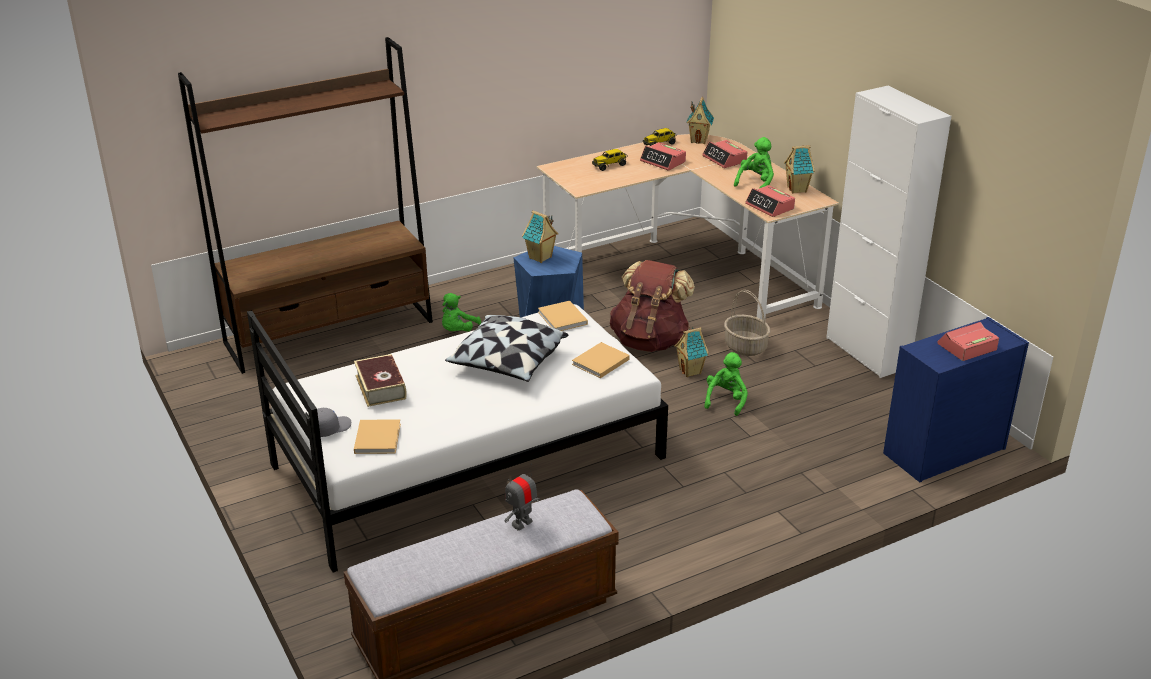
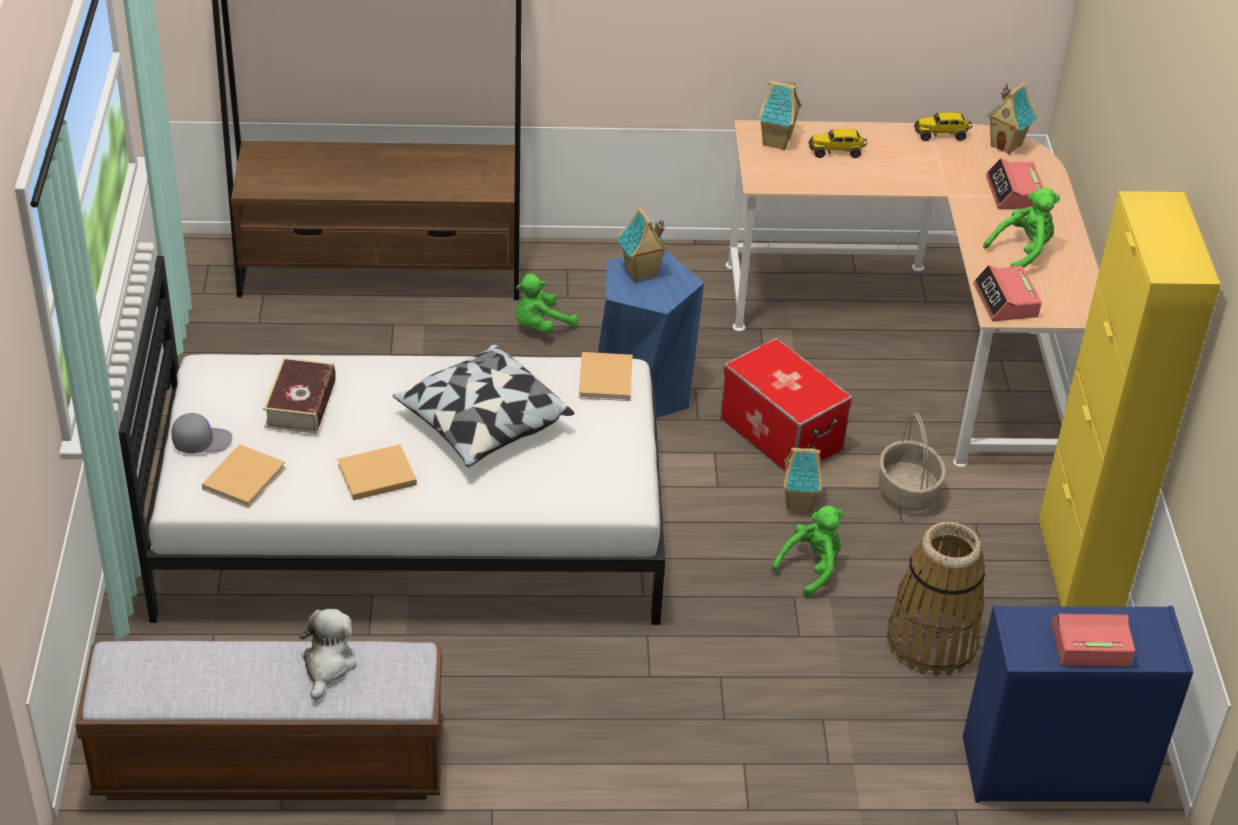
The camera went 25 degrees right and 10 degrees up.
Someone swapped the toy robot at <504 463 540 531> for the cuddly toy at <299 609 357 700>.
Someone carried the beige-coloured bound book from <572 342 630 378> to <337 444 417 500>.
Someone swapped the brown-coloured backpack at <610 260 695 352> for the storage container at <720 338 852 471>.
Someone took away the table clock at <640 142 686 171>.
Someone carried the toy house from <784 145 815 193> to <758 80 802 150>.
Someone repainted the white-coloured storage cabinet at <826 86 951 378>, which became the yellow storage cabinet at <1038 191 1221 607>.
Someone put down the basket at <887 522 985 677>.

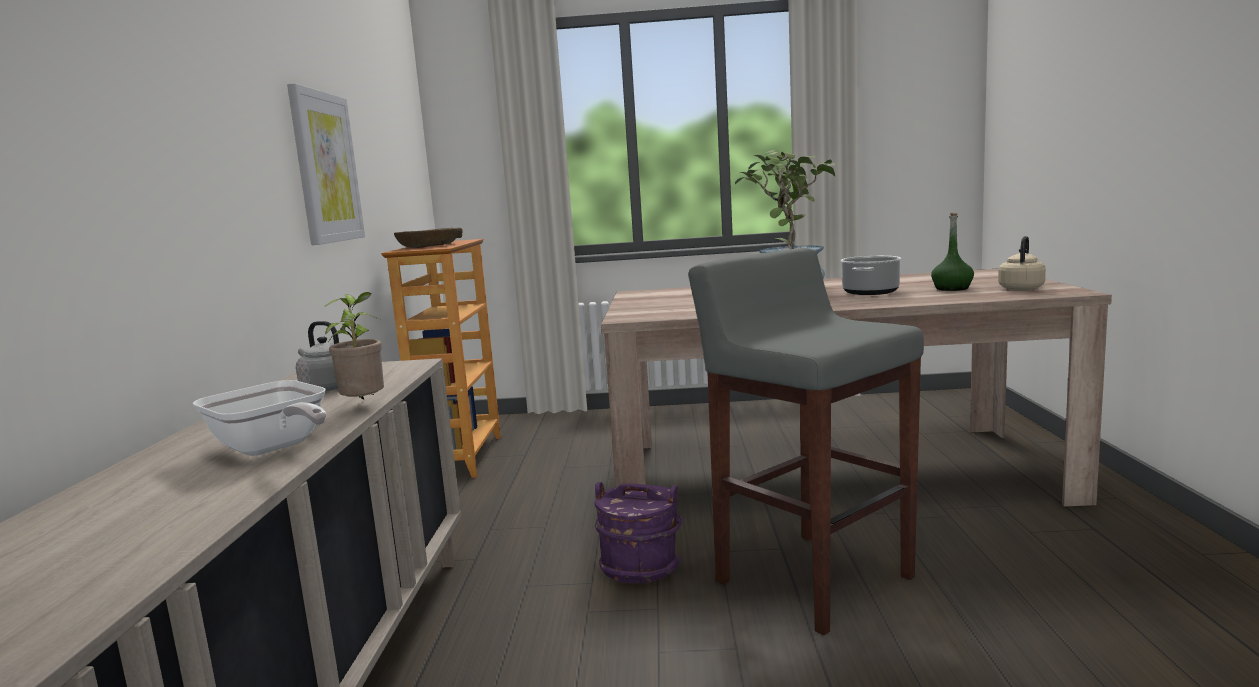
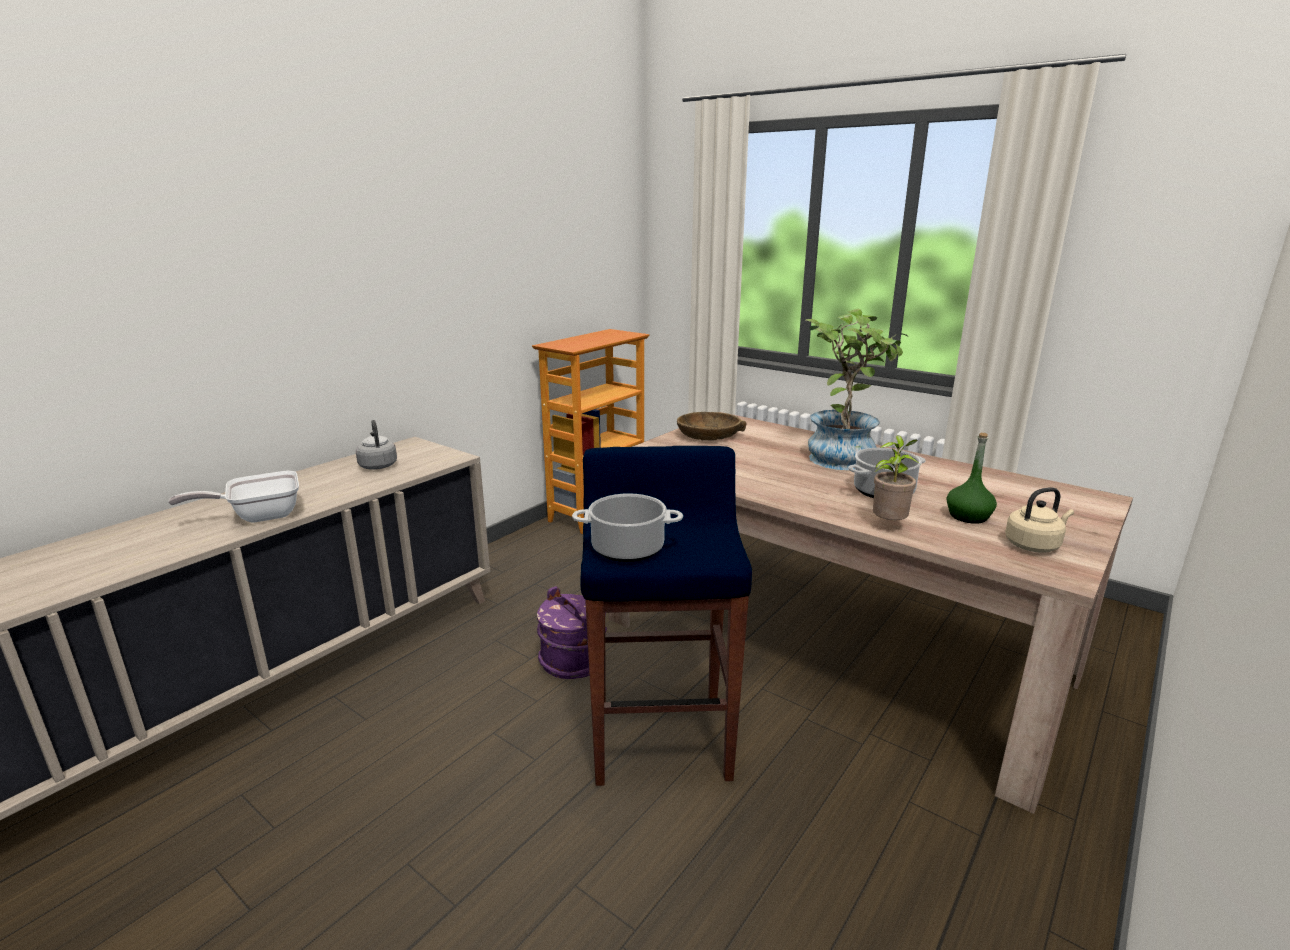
The camera went 35 degrees right and 10 degrees up.
Someone rotated the pan at <192 380 326 456> by 75 degrees clockwise.
Someone took away the wall picture at <287 83 365 245>.
Someone carried the houseplant from <325 292 384 401> to <873 435 920 520>.
Someone carried the brown-coloured bowl from <394 227 463 248> to <677 412 747 440>.
Someone repainted the greyish stool at <688 248 924 635>, which became the blue-coloured stool at <581 446 752 786>.
Someone put down the saucepot at <572 493 683 562>.

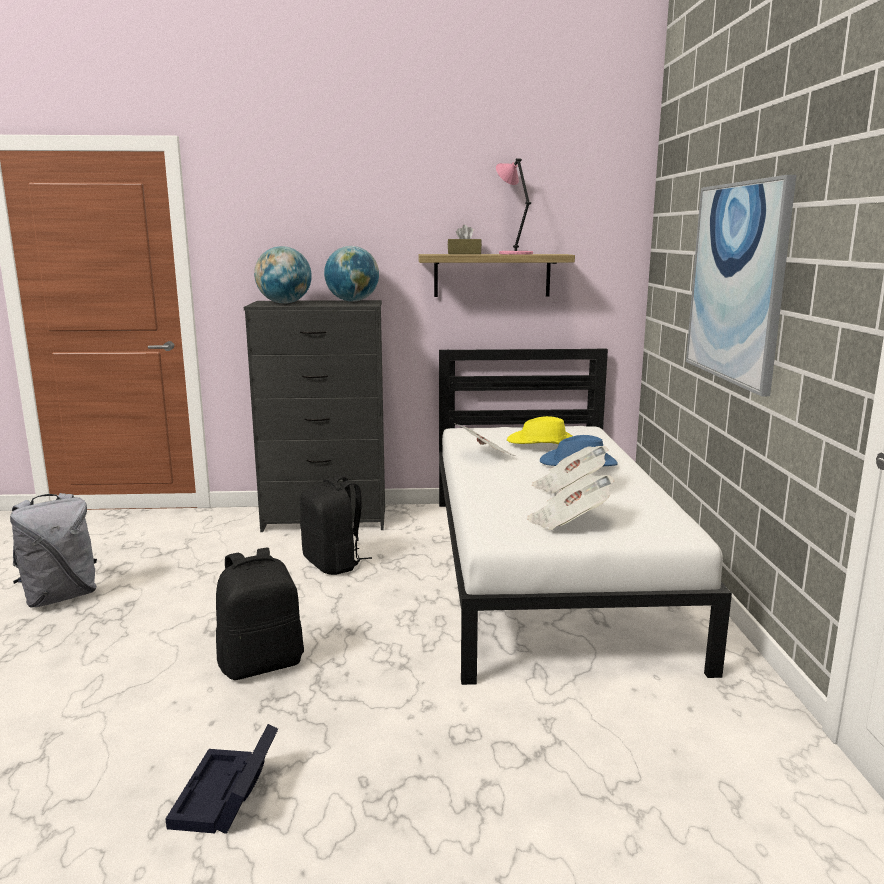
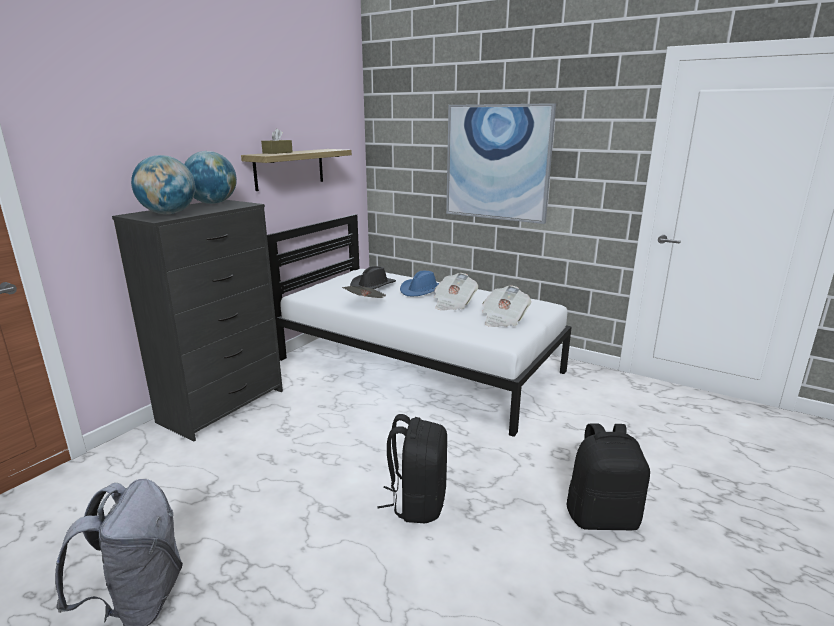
The camera went 55 degrees left and 5 degrees up.
Someone took away the blackish storage container at <166 724 278 834>.
Someone carried the blackish backpack from <300 475 372 575> to <567 423 650 530>.
Someone took away the pink-coloured lamp for a table at <496 158 533 255>.
Someone repainted the yellow hat at <507 416 572 444>, which became the blackish hat at <350 266 396 289>.

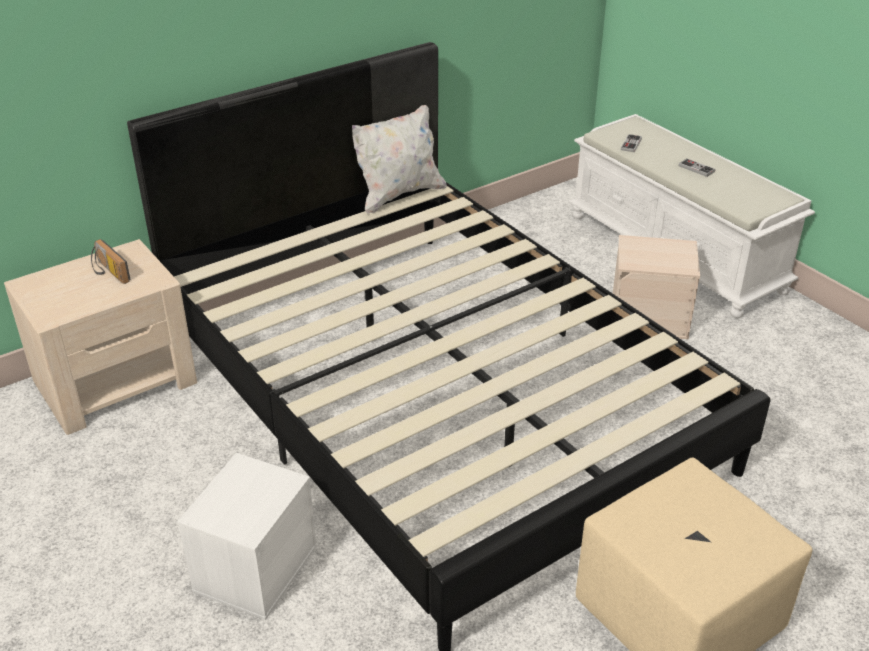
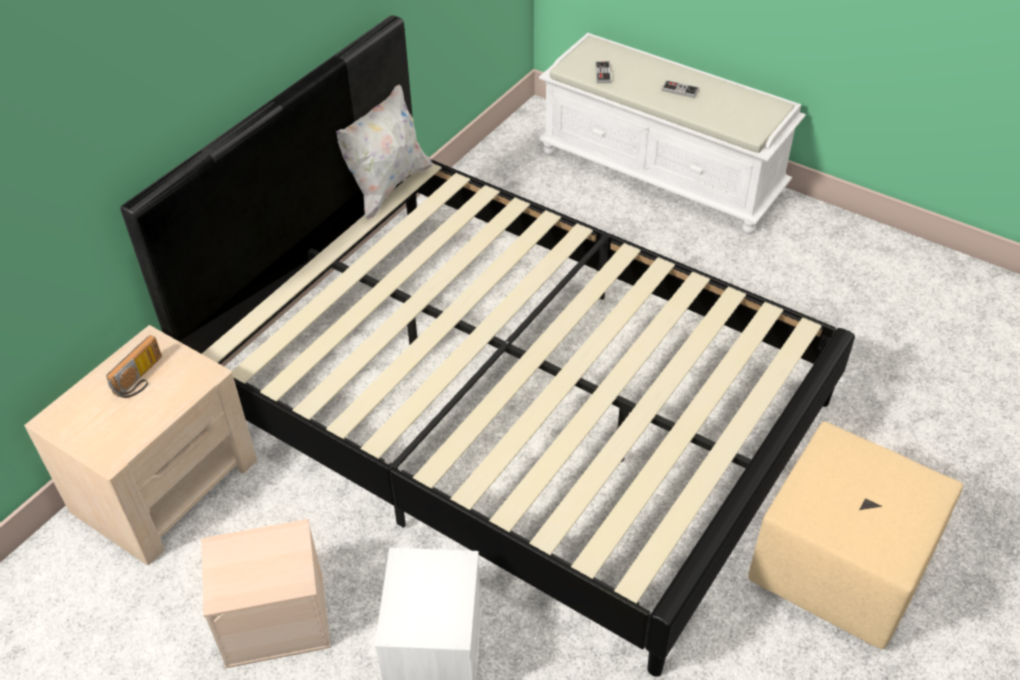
The camera went 20 degrees left and 10 degrees up.
Someone rotated the radio at <91 239 130 284> by 90 degrees counterclockwise.
Someone carried the beige-coloured storage container from <613 235 700 339> to <201 519 331 668>.

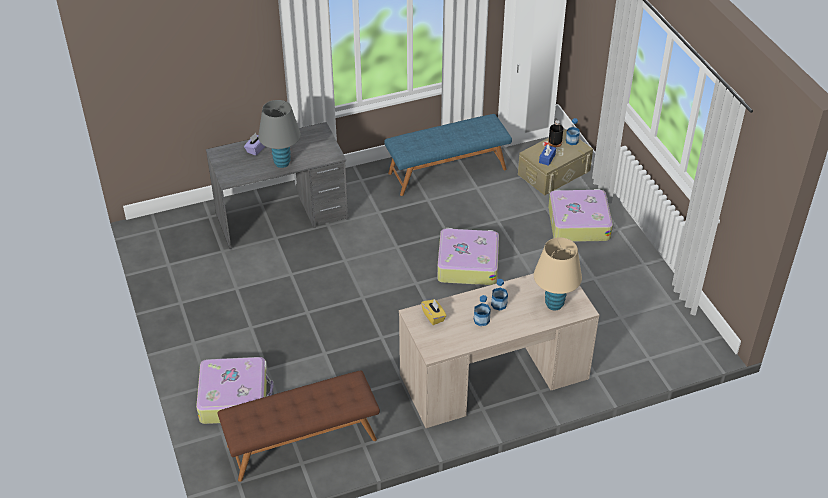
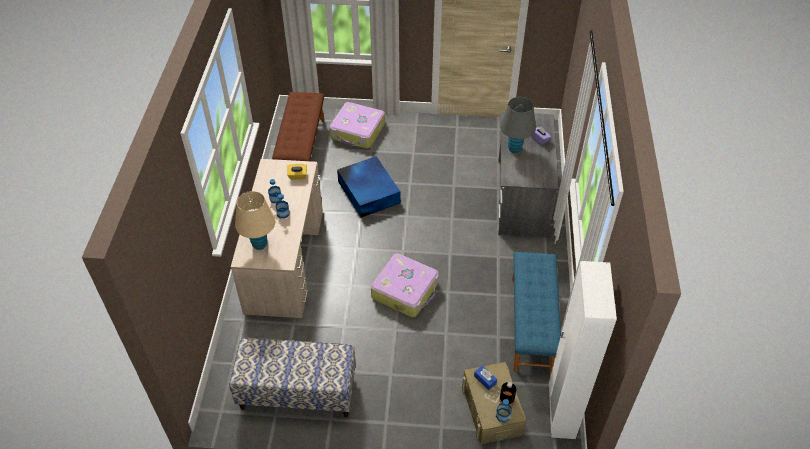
The camera went 115 degrees right and 5 degrees up.
Someone took away the suitcase at <548 189 613 242>.
Someone put down the bench at <229 338 356 417>.
Someone put down the blue-coloured storage container at <337 156 401 218>.

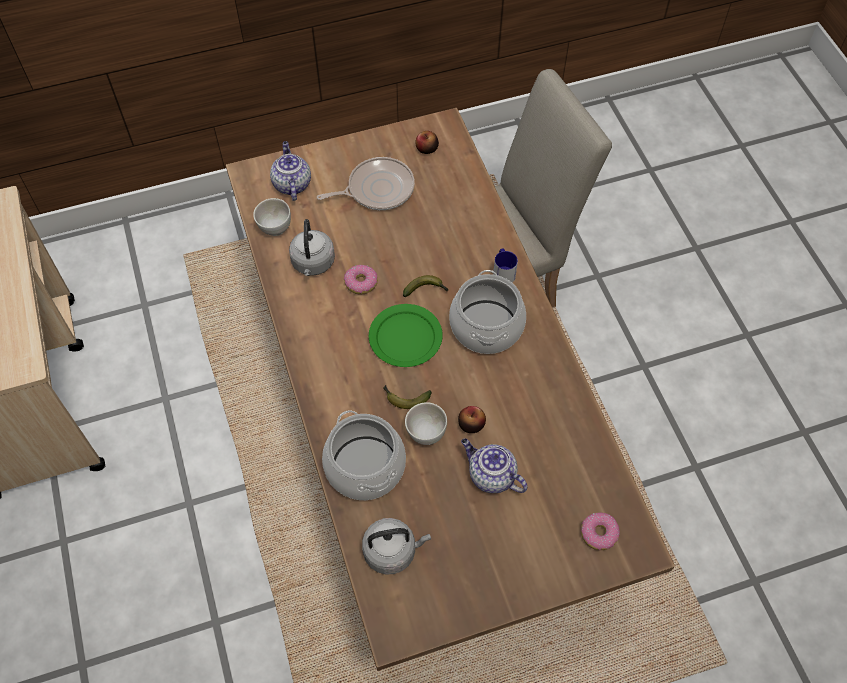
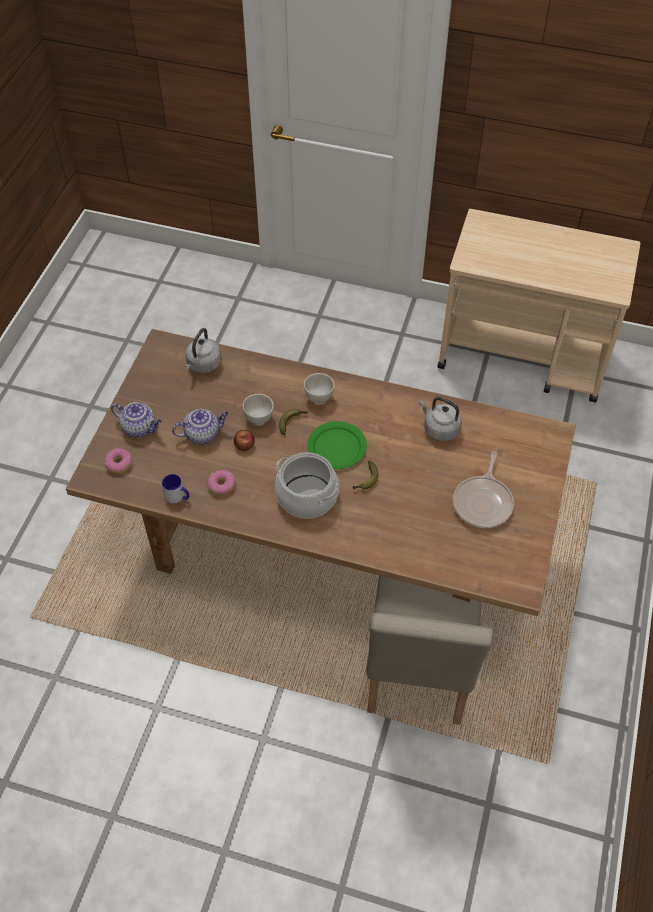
The camera went 125 degrees right and 5 degrees down.
Someone carried the white-coloured bowl from <253 198 291 236> to <304 373 334 405>.
Someone carried the pot for tea from <270 141 311 201> to <111 402 162 438>.
Someone took away the saucepot at <322 410 406 500>.
Someone carried the doughnut from <344 265 378 294> to <207 470 236 495>.
Someone took away the apple fruit at <416 131 439 154>.
Someone carried the tea mug from <493 249 518 283> to <162 474 189 504>.

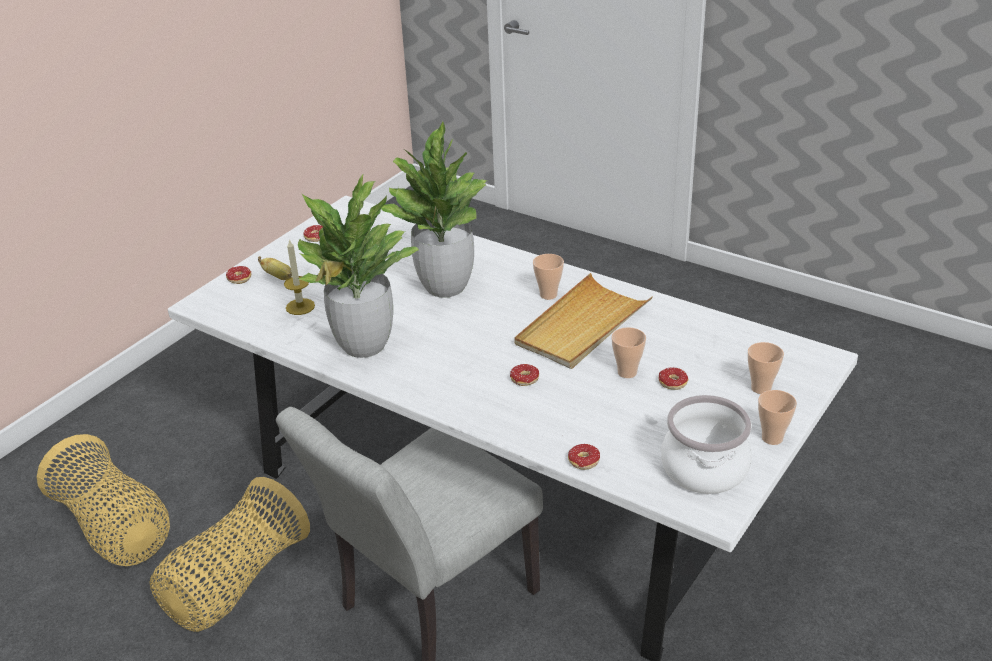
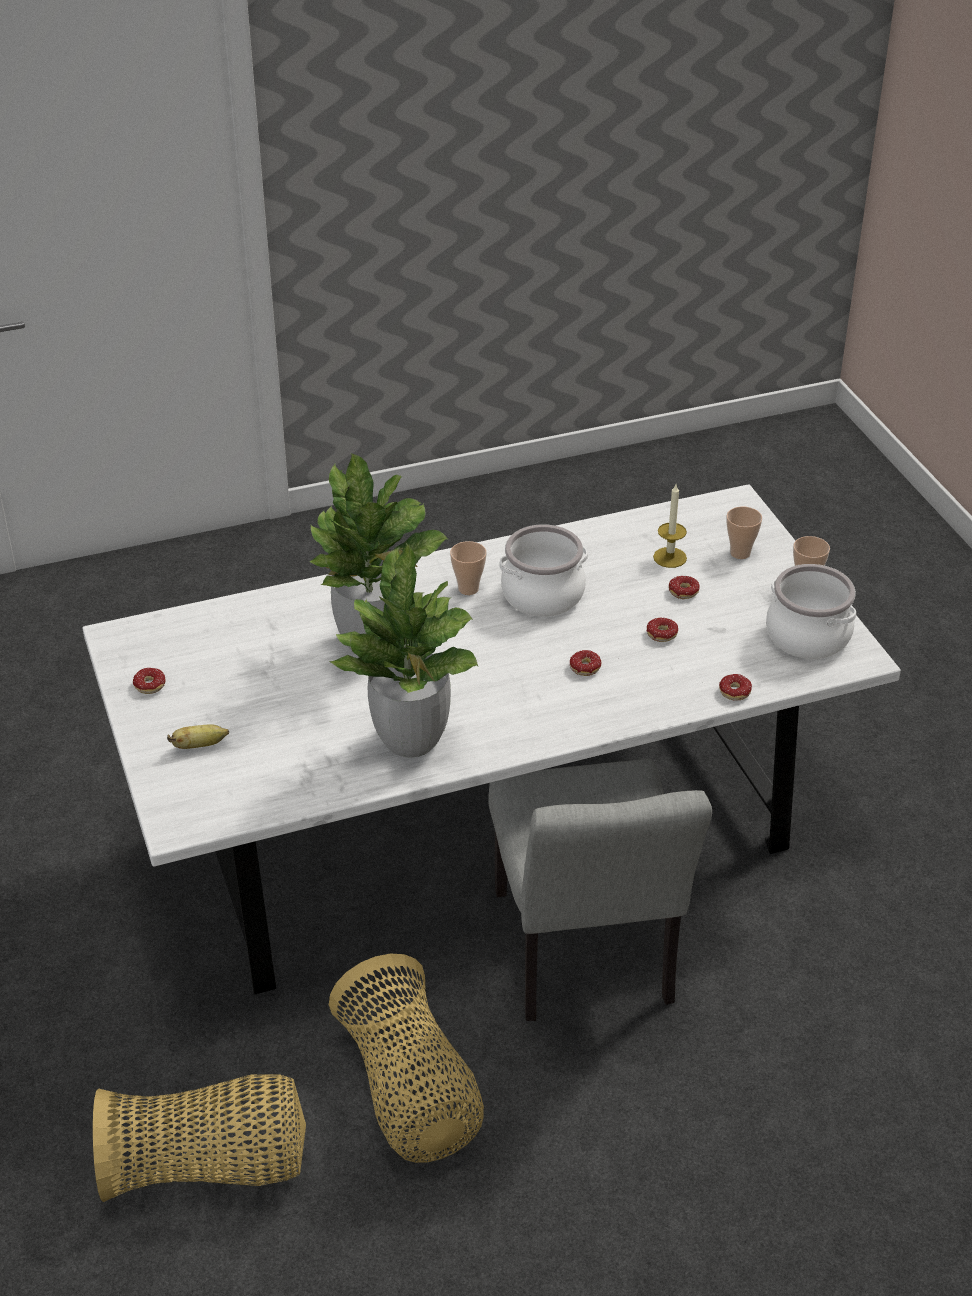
The camera went 55 degrees left and 5 degrees up.
Someone carried the doughnut from <225 266 251 284> to <647 618 678 642>.
Someone carried the wax light from <284 239 315 315> to <653 484 687 568>.
Someone swapped the beige-coloured carrying tray at <515 273 653 369> for the saucepot at <499 524 588 617>.
Someone took away the drinking cup at <611 327 646 378>.

